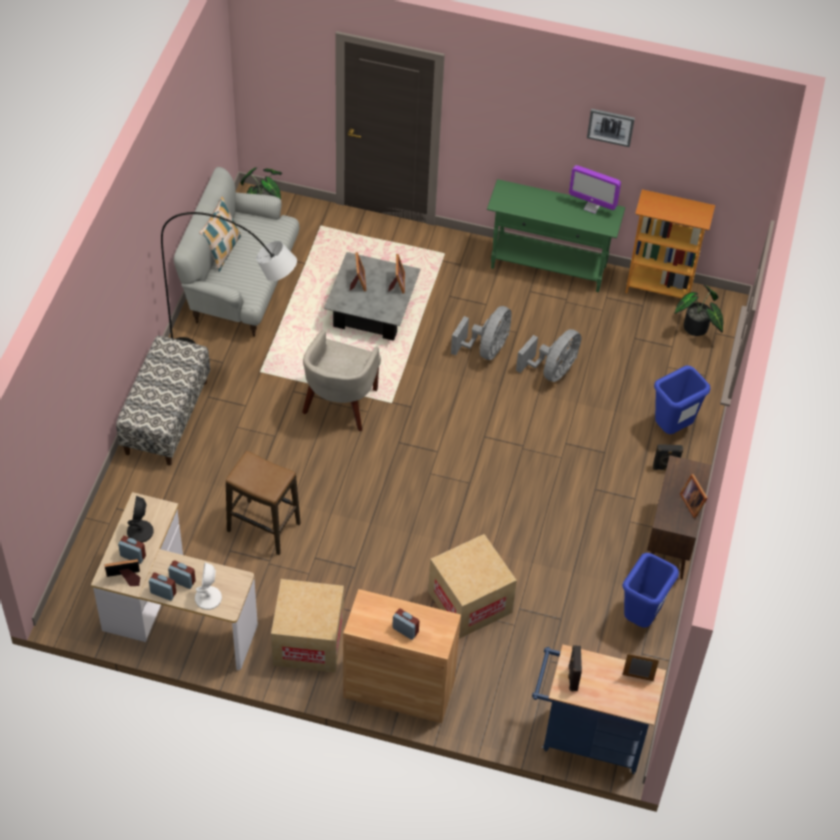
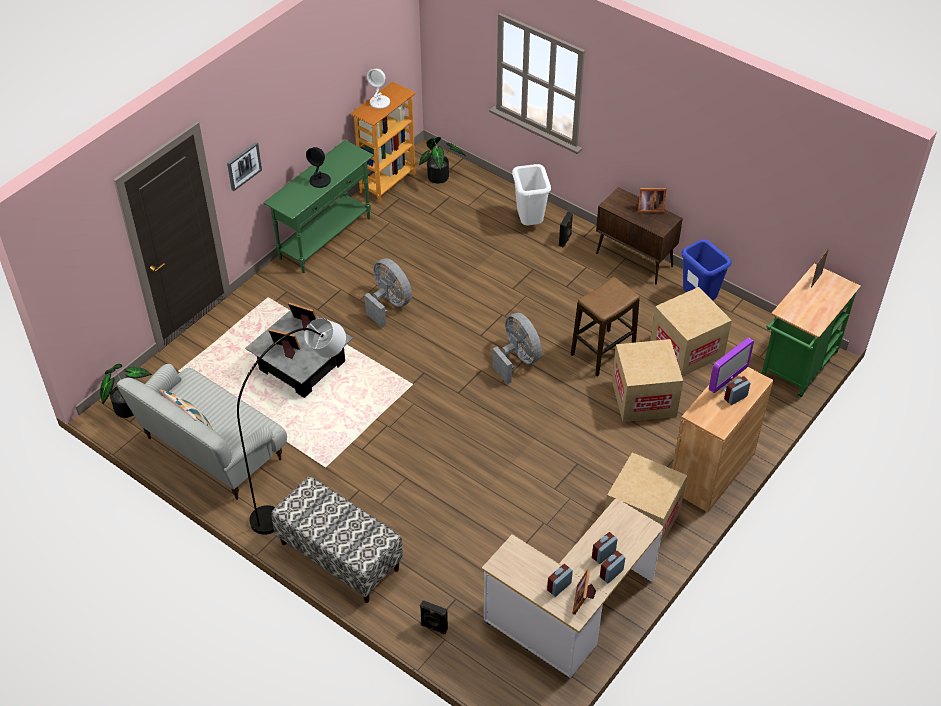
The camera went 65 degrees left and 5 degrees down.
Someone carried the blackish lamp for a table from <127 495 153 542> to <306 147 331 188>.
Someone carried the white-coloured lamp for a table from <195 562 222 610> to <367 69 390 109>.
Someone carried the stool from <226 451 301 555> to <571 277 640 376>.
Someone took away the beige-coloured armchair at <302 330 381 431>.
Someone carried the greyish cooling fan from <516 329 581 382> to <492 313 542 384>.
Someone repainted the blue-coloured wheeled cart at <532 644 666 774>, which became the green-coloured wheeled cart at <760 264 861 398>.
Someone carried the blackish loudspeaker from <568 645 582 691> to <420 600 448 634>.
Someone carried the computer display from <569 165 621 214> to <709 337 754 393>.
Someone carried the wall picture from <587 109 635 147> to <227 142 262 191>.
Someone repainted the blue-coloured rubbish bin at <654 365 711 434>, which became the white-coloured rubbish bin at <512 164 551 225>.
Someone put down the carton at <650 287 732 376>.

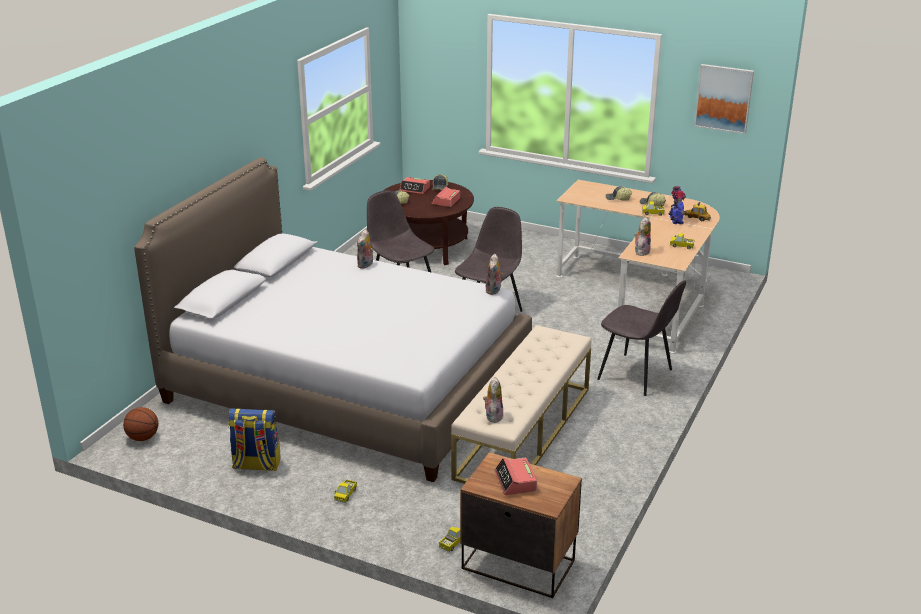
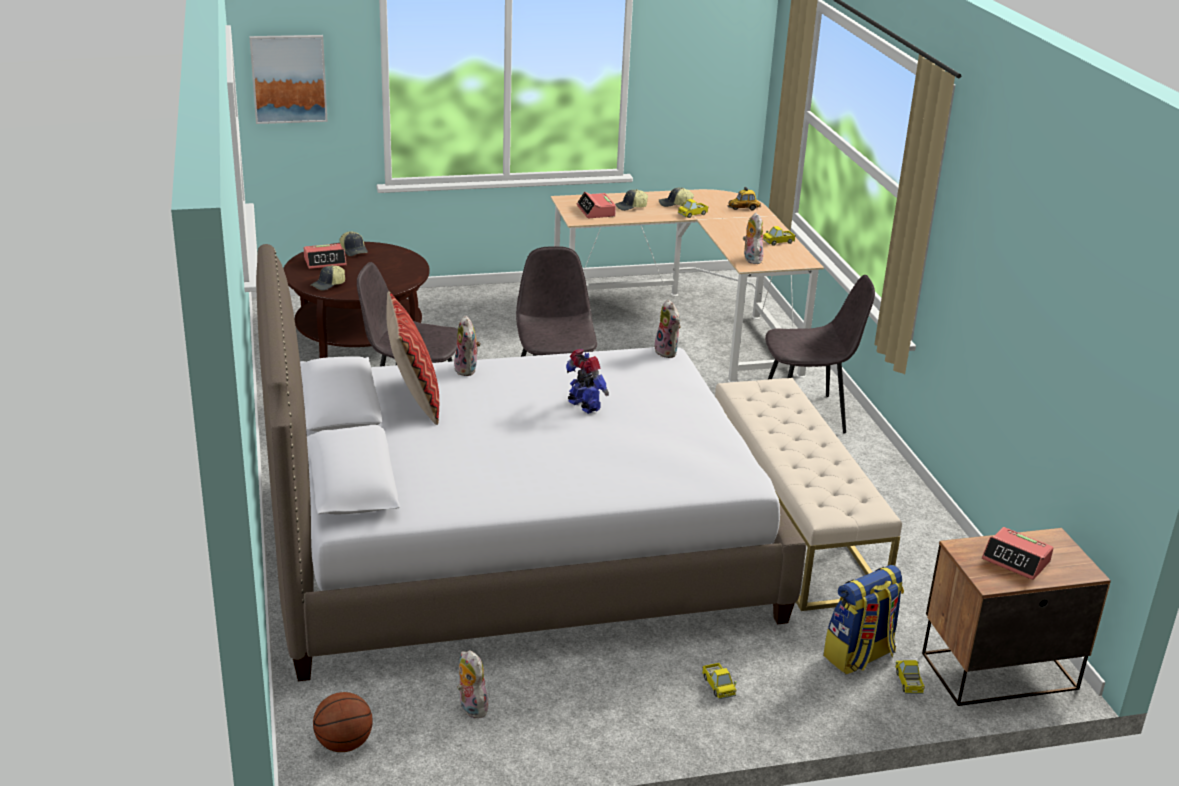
The camera went 40 degrees left and 0 degrees up.
Someone carried the backpack from <228 408 281 471> to <823 565 904 674>.
Someone carried the table clock from <432 187 460 207> to <577 192 616 218>.
Someone carried the cuddly toy from <483 377 503 423> to <457 650 488 718>.
Someone carried the toy robot from <669 186 685 224> to <566 349 609 414>.
Someone carried the wall picture from <694 64 754 134> to <249 35 328 124>.
Someone put down the pillow at <386 291 439 425>.

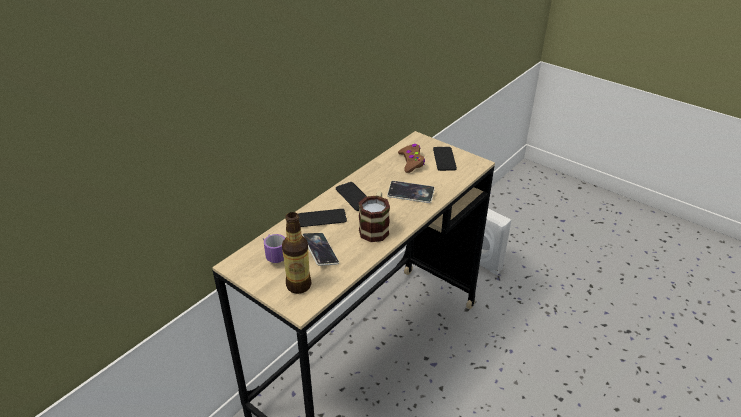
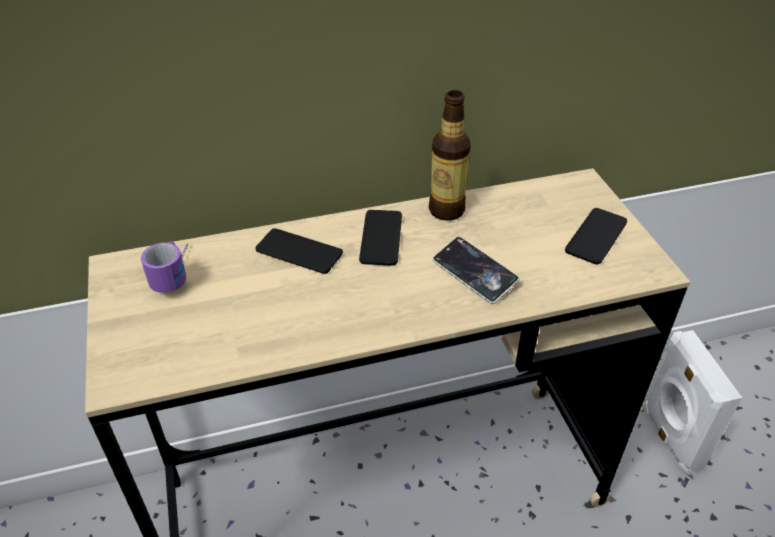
The camera went 35 degrees right and 5 degrees up.
Someone carried the bottle from <282 212 311 294> to <429 90 471 221>.
Someone took away the handset at <302 233 339 266>.
Someone took away the tea mug at <359 191 390 242>.
Someone took away the brown-coloured game controller at <398 144 425 173>.

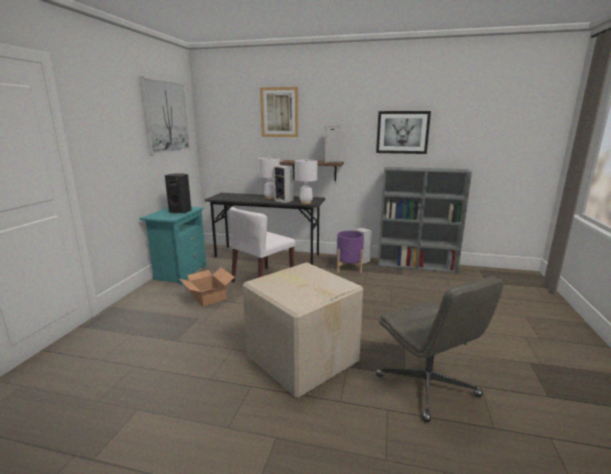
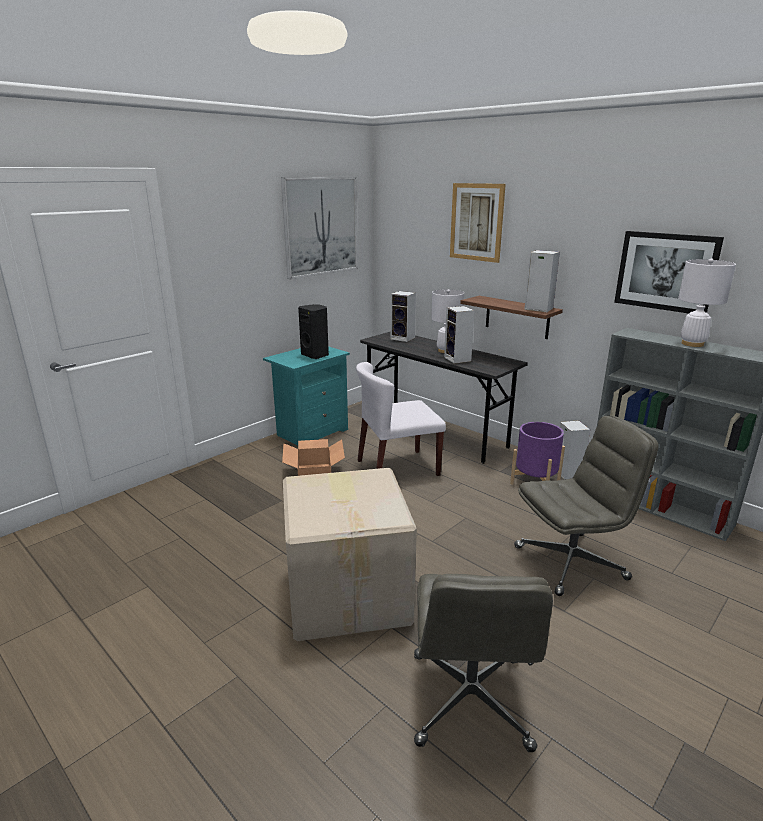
The camera went 30 degrees right and 5 degrees up.
Someone carried the white-coloured lamp for a table from <295 159 317 204> to <678 259 736 347>.
Someone put down the loudspeaker at <391 291 416 342>.
Someone put down the greyish computer chair at <514 415 659 596>.

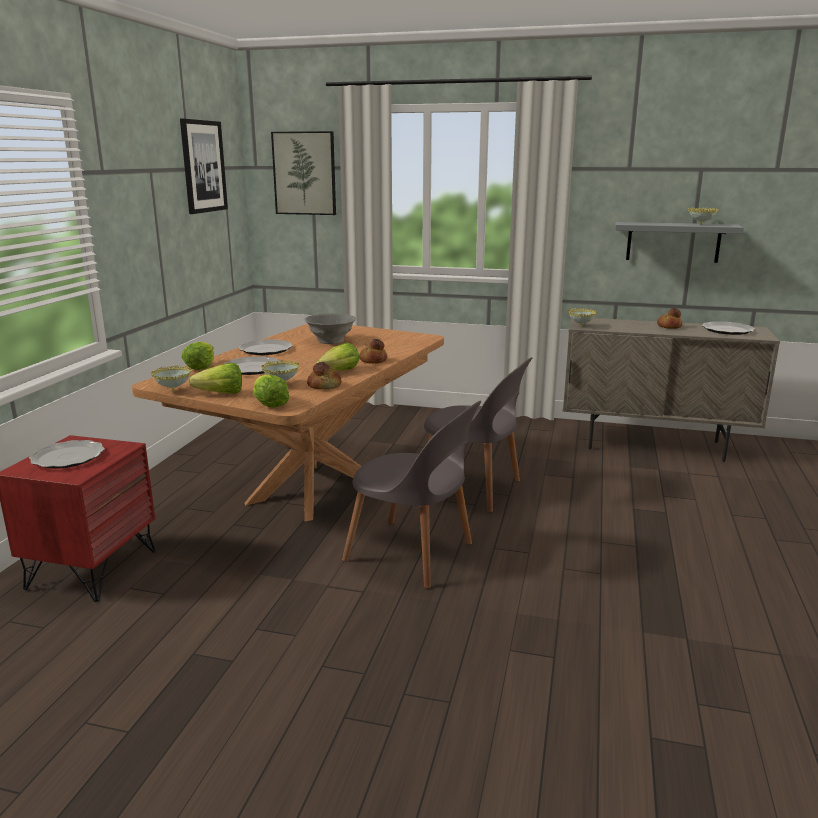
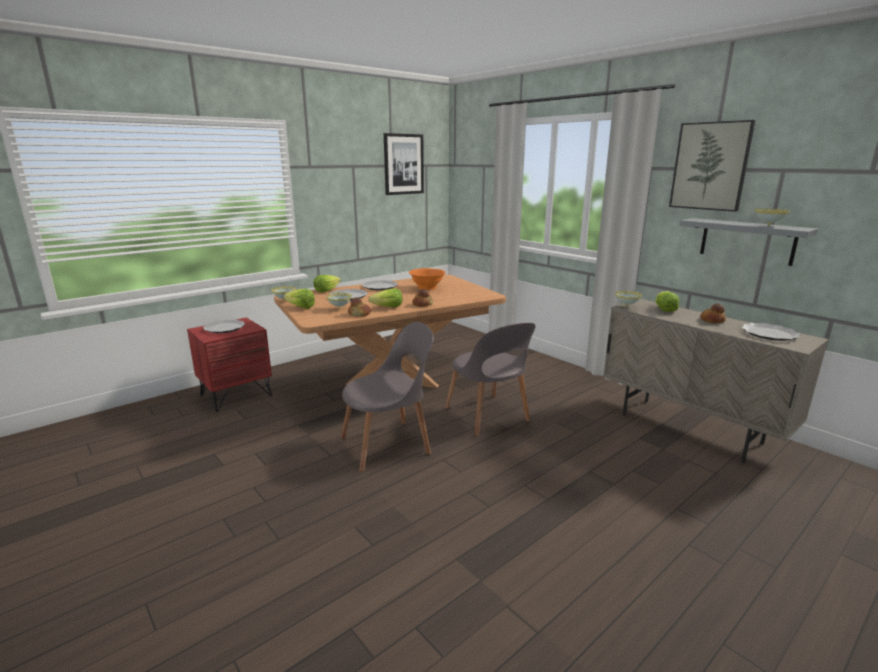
The camera went 35 degrees right and 0 degrees up.
Someone carried the lettuce head from <253 374 290 407> to <655 291 679 312>.
Someone carried the wall picture from <271 131 336 215> to <669 120 755 212>.
Someone repainted the greyish bowl at <305 313 356 344>, which became the orangey bowl at <409 268 445 290>.
Someone rotated the greyish upright chair at <342 401 482 589> by 90 degrees counterclockwise.

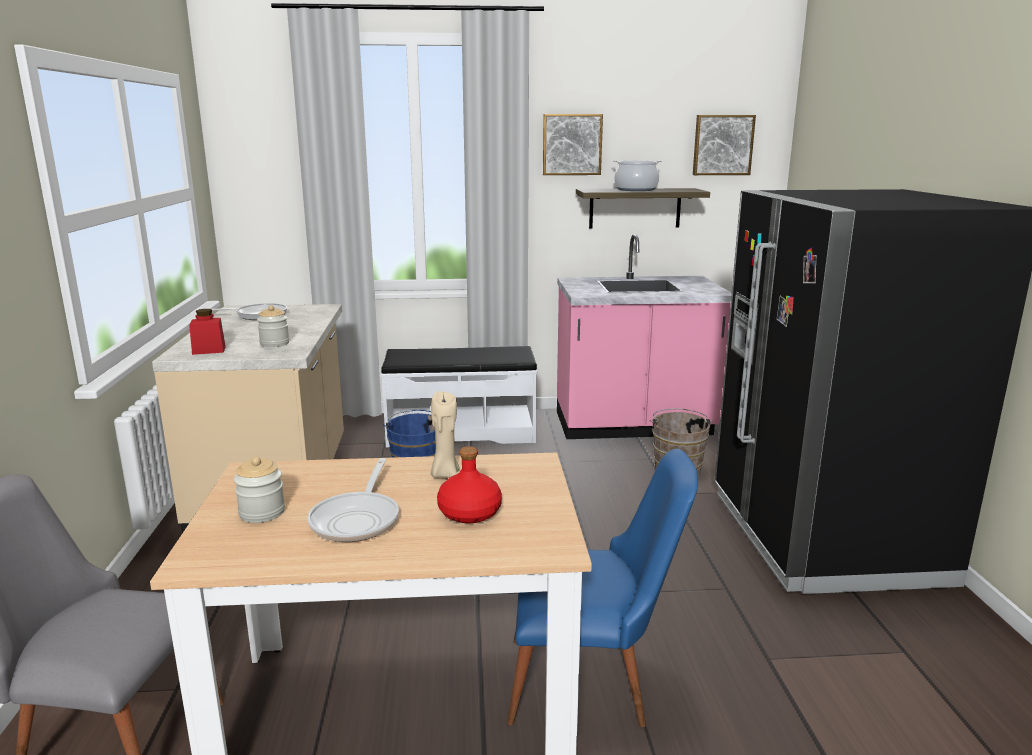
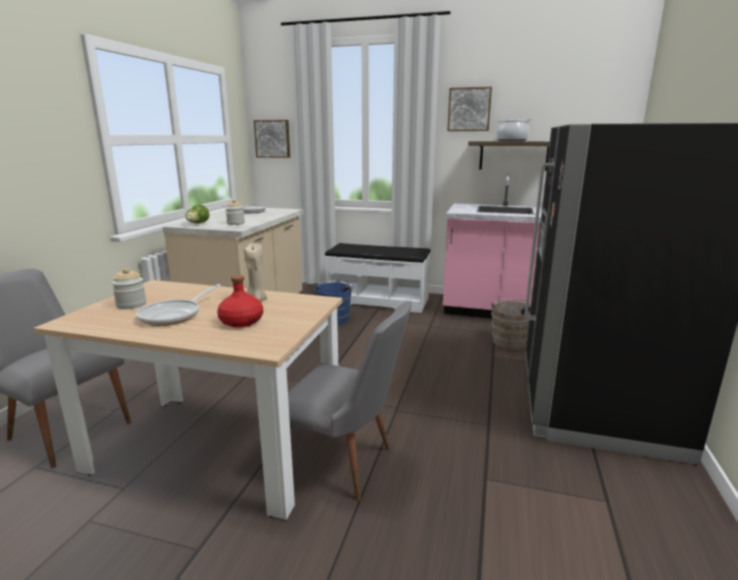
The camera went 20 degrees right and 0 degrees up.
Someone swapped the reddish preserve jar at <189 309 226 355> for the lettuce head at <185 205 209 223>.
Someone repainted the blue-coloured upright chair at <507 449 698 727>, which became the greyish upright chair at <288 301 412 501>.
Someone carried the wall picture from <693 115 756 175> to <254 120 290 158>.

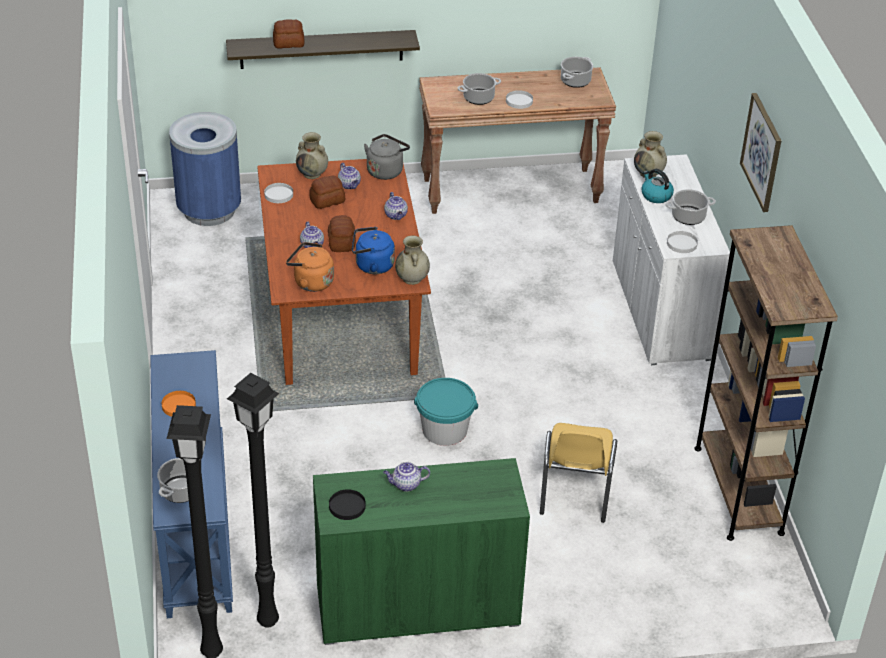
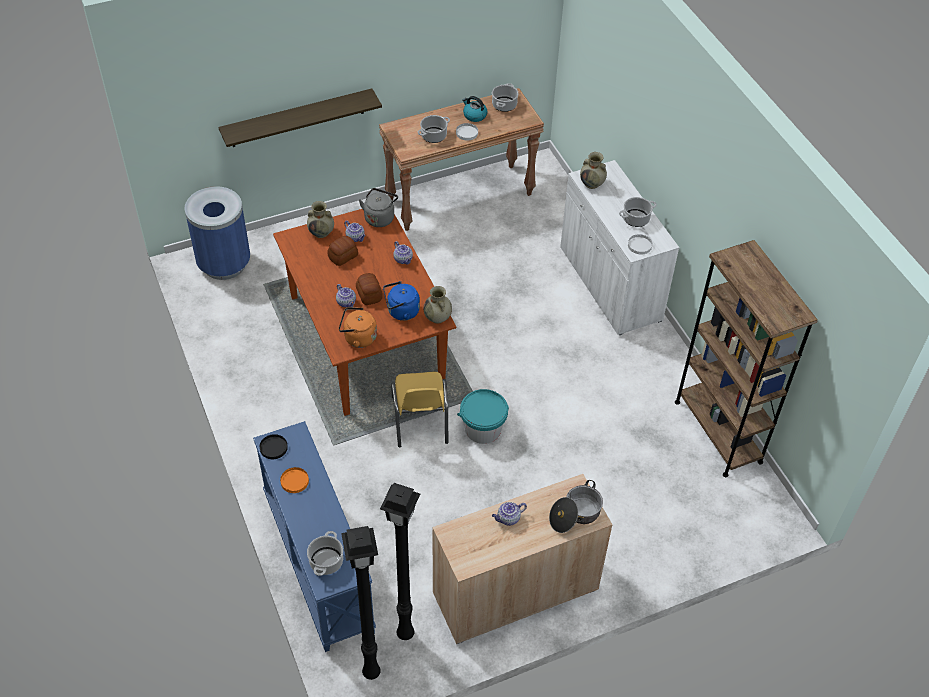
The camera went 15 degrees left and 10 degrees up.
Someone took away the white-coloured plate at <264 183 293 203>.
Someone took away the baked bread at <273 19 305 49>.
Someone repainted the green-coloured storage cabinet at <313 458 530 645>, which became the beige-coloured storage cabinet at <432 474 613 644>.
Someone carried the blackish plate from <329 489 366 520> to <260 434 288 459>.
Someone carried the yellow upright chair from <540 423 617 523> to <392 372 448 447>.
Someone carried the kettle from <641 169 674 203> to <462 96 487 122>.
Someone took away the wall picture at <740 93 781 212>.
Someone put down the saucepot at <549 480 603 533>.

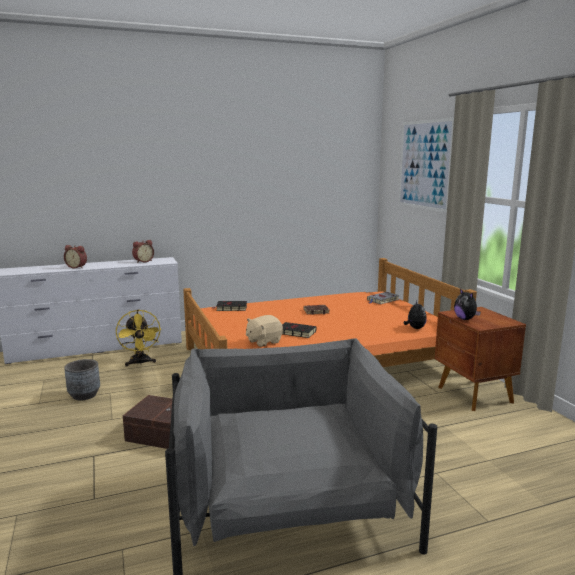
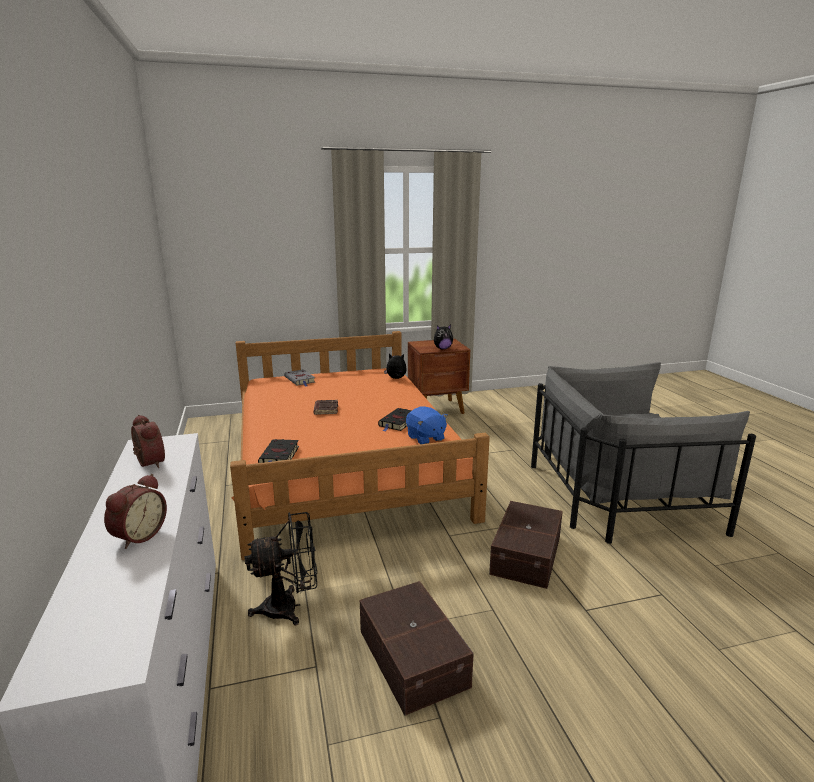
The camera went 85 degrees left and 5 degrees up.
Someone swapped the greyish plant pot at <64 359 100 400> for the brown-coloured storage container at <360 581 474 716>.
Someone repainted the yellow cooling fan at <116 310 161 367>, which became the blackish cooling fan at <245 512 317 625>.
Someone repainted the beige-coloured cuddly toy at <246 315 283 347>, which became the blue-coloured cuddly toy at <406 406 448 444>.
Someone took away the wall picture at <399 118 454 213>.

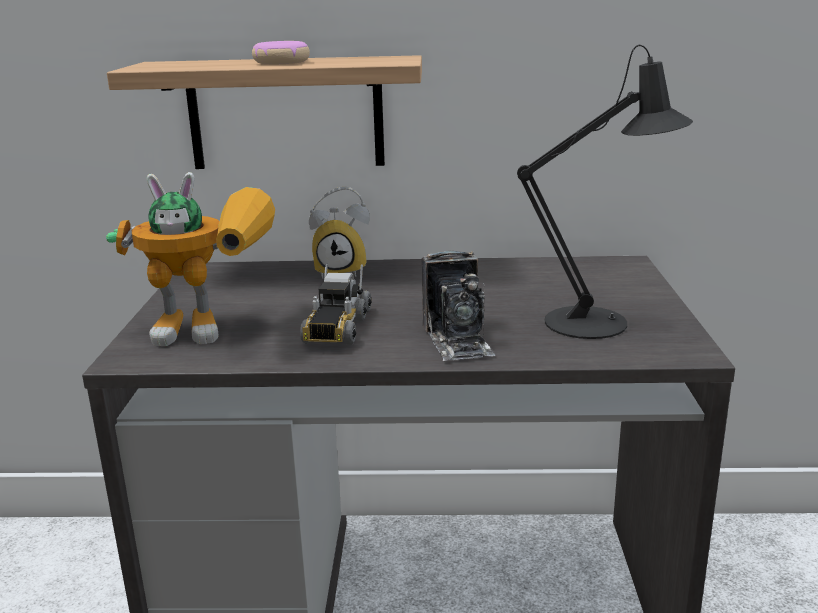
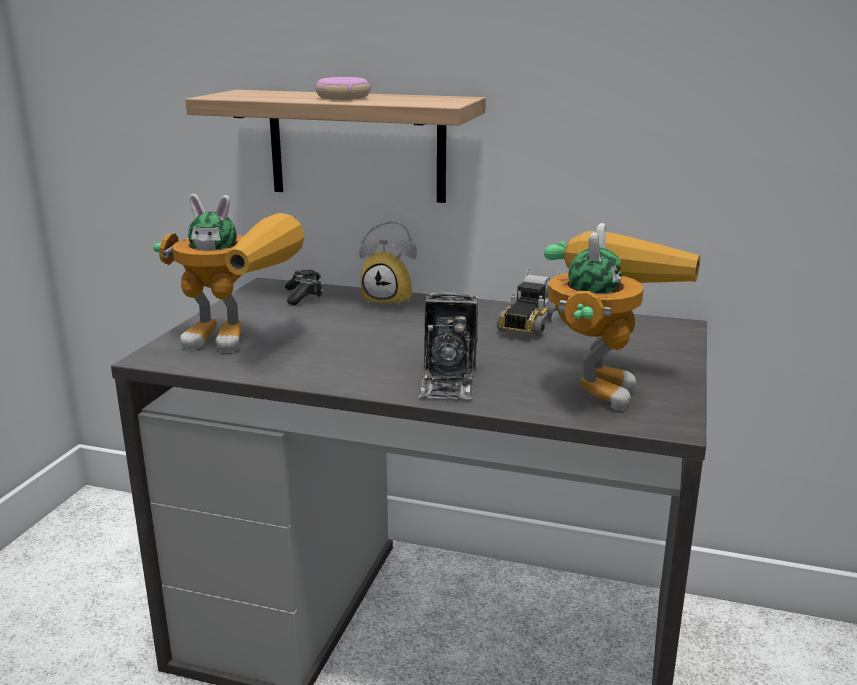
The camera went 15 degrees right and 0 degrees up.
Someone carried the toy truck from <300 264 372 345> to <497 267 560 337>.
Someone swapped the blackish lamp for a table at <517 45 693 339> for the toy robot at <544 223 700 411>.
Someone put down the game controller at <285 270 323 305>.

